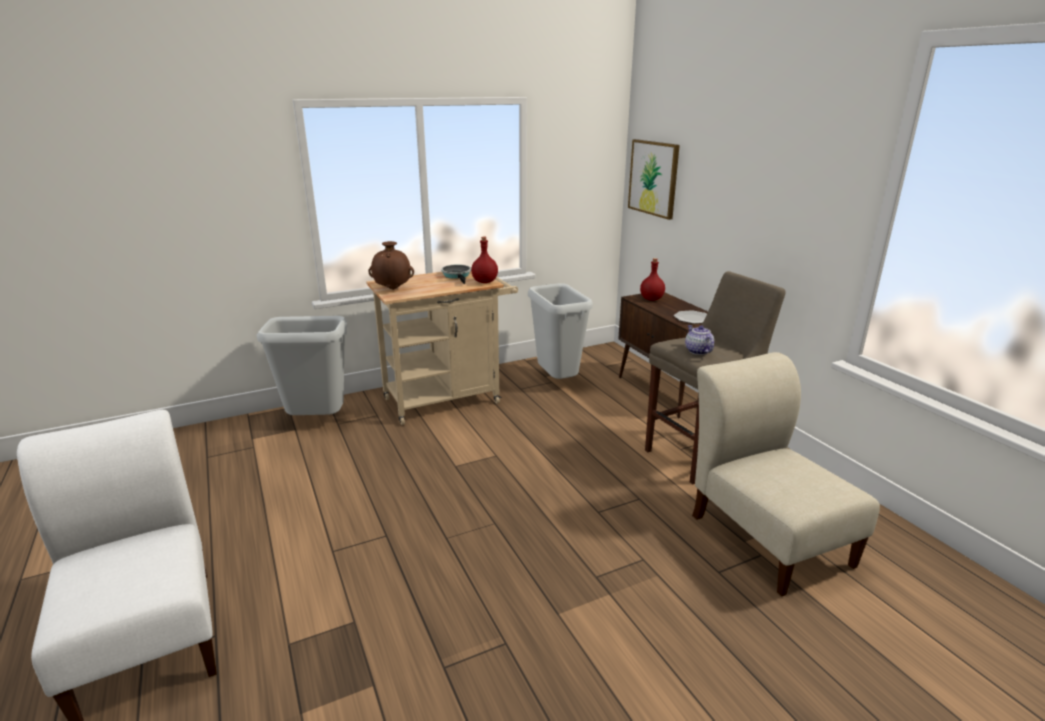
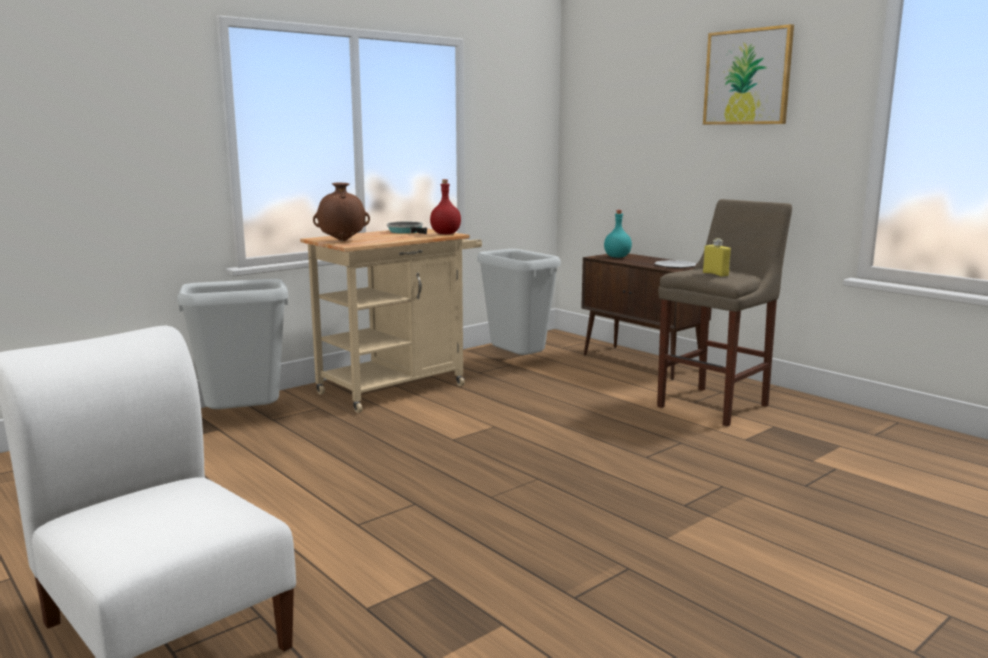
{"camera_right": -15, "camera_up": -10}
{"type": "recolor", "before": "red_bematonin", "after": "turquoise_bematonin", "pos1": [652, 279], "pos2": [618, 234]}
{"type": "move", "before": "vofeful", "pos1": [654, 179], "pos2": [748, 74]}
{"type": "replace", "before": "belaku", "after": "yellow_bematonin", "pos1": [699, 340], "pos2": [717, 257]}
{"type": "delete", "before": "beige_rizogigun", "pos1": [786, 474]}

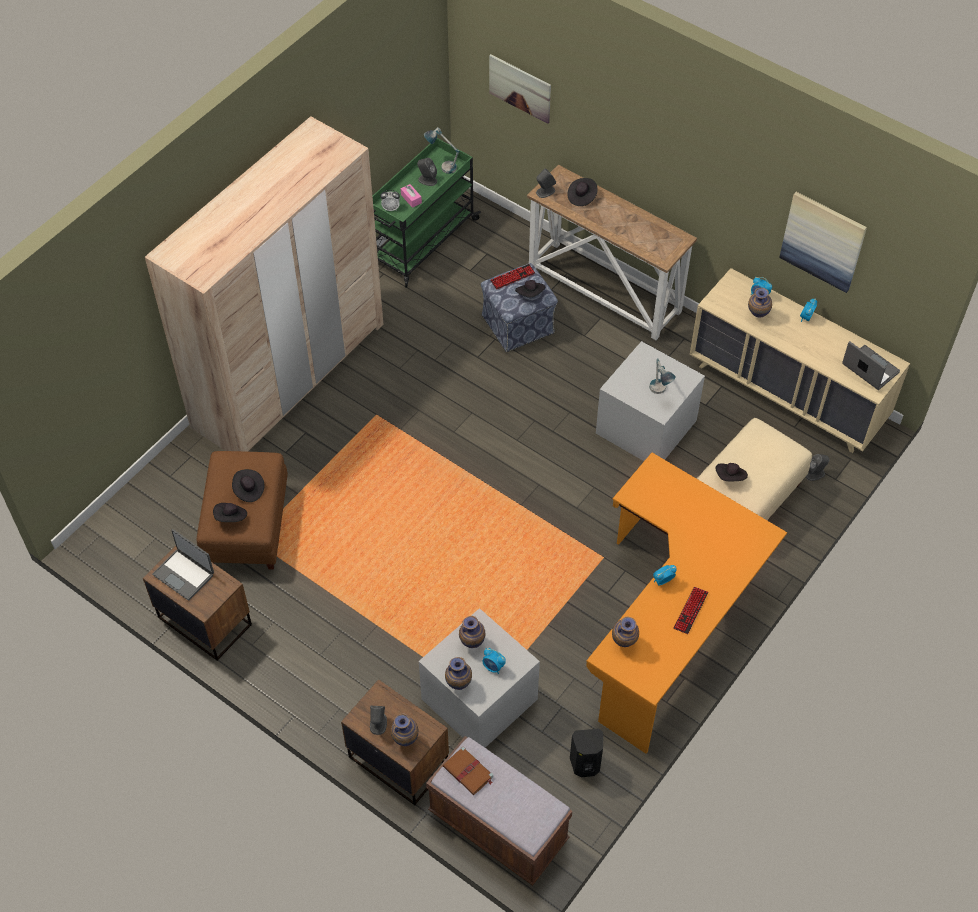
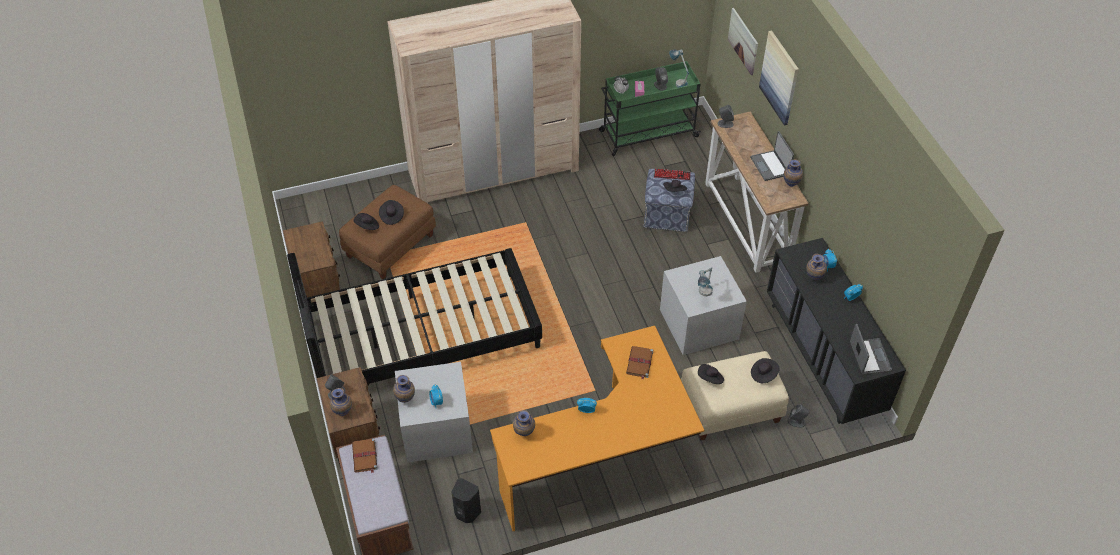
{"camera_right": 35, "camera_up": -5}
{"type": "insert", "after": "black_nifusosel", "pos2": [414, 316]}
{"type": "insert", "after": "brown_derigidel", "pos2": [639, 363]}
{"type": "move", "before": "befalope", "pos1": [183, 564], "pos2": [772, 156]}
{"type": "move", "before": "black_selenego", "pos1": [582, 192], "pos2": [765, 370]}
{"type": "move", "before": "vofeful", "pos1": [823, 242], "pos2": [779, 78]}
{"type": "recolor", "before": "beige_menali", "after": "black_menali", "pos1": [800, 360], "pos2": [836, 331]}
{"type": "move", "before": "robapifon", "pos1": [472, 632], "pos2": [793, 173]}
{"type": "delete", "before": "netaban", "pos1": [691, 610]}

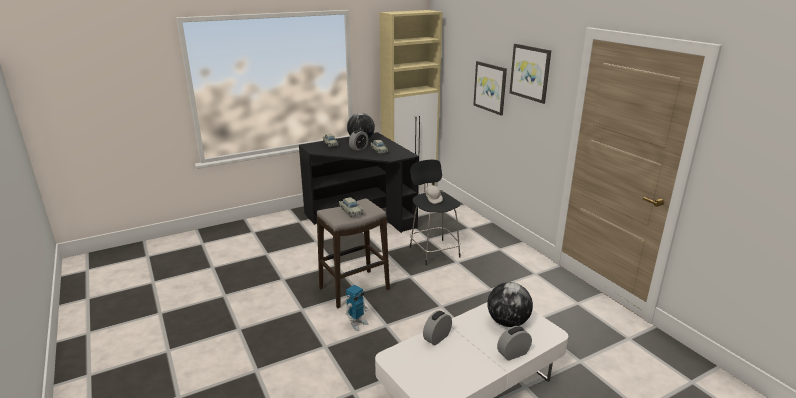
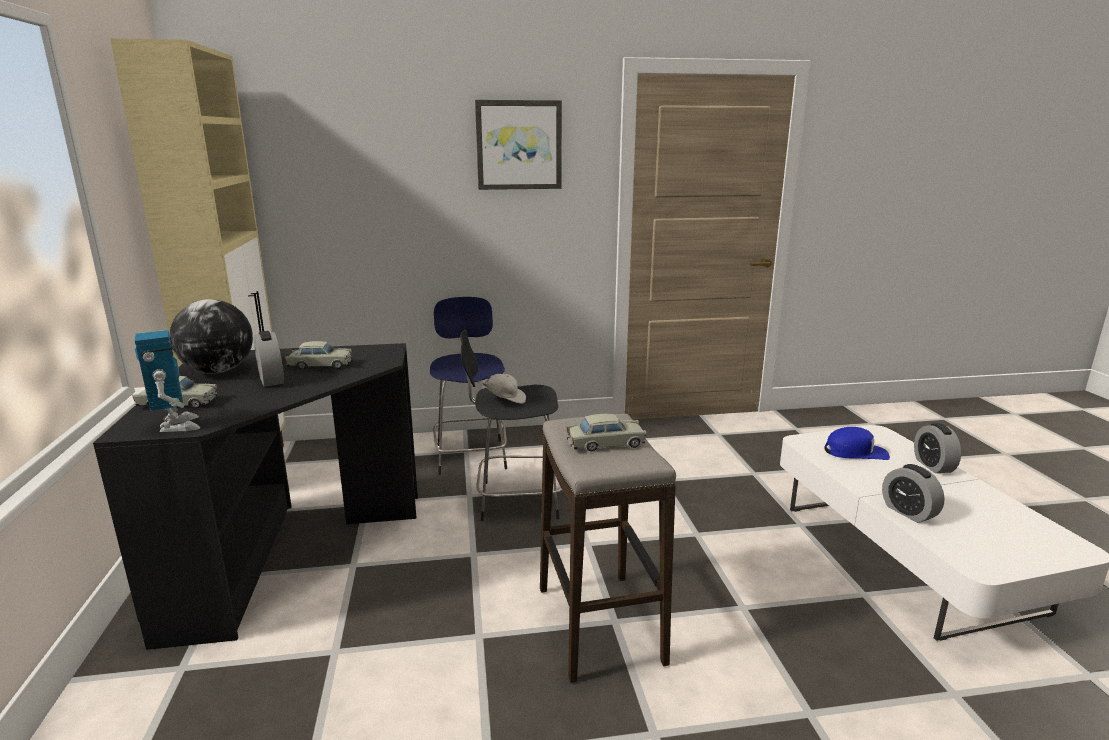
{"camera_right": -70, "camera_up": -5}
{"type": "move", "before": "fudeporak", "pos1": [356, 308], "pos2": [167, 381]}
{"type": "insert", "after": "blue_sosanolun", "pos2": [468, 386]}
{"type": "replace", "before": "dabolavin", "after": "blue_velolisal", "pos1": [510, 304], "pos2": [857, 443]}
{"type": "delete", "before": "vofeful", "pos1": [490, 88]}

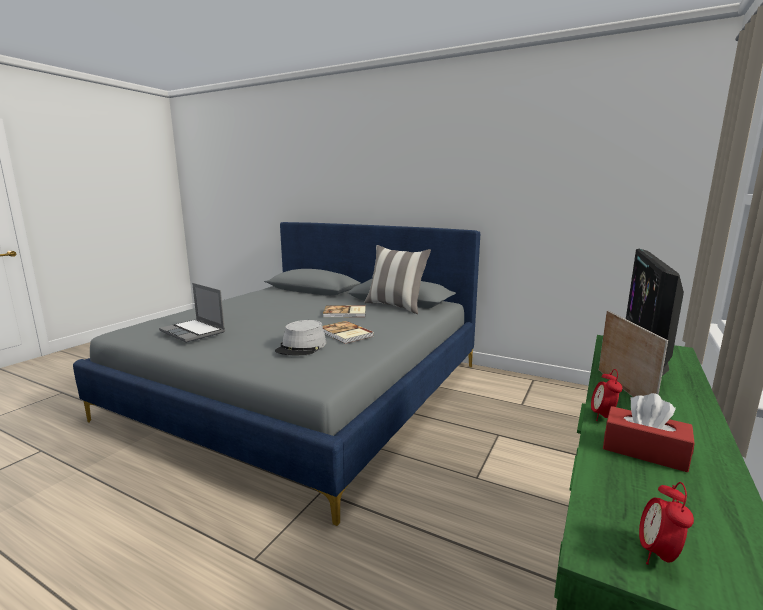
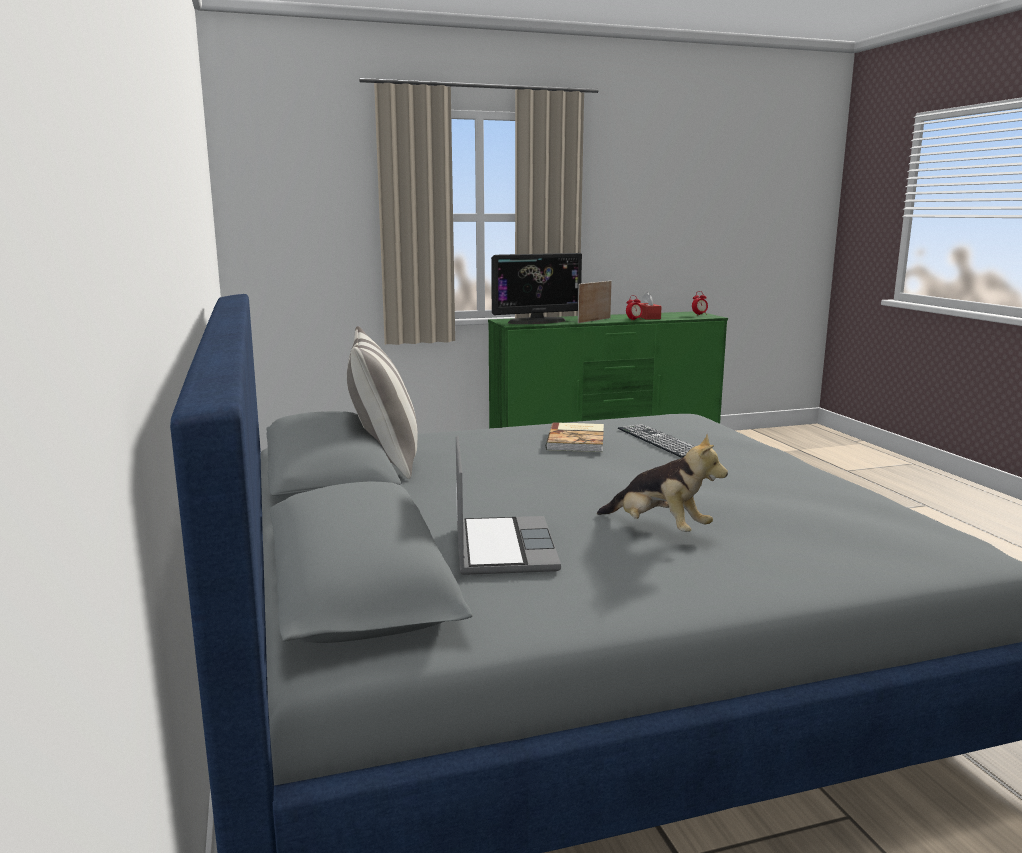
{"camera_right": -135, "camera_up": 0}
{"type": "move", "before": "befalope", "pos1": [192, 313], "pos2": [508, 505]}
{"type": "insert", "after": "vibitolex", "pos2": [662, 483]}
{"type": "replace", "before": "grey_selenego", "after": "netaban", "pos1": [300, 337], "pos2": [656, 441]}
{"type": "delete", "before": "derigidel", "pos1": [344, 311]}

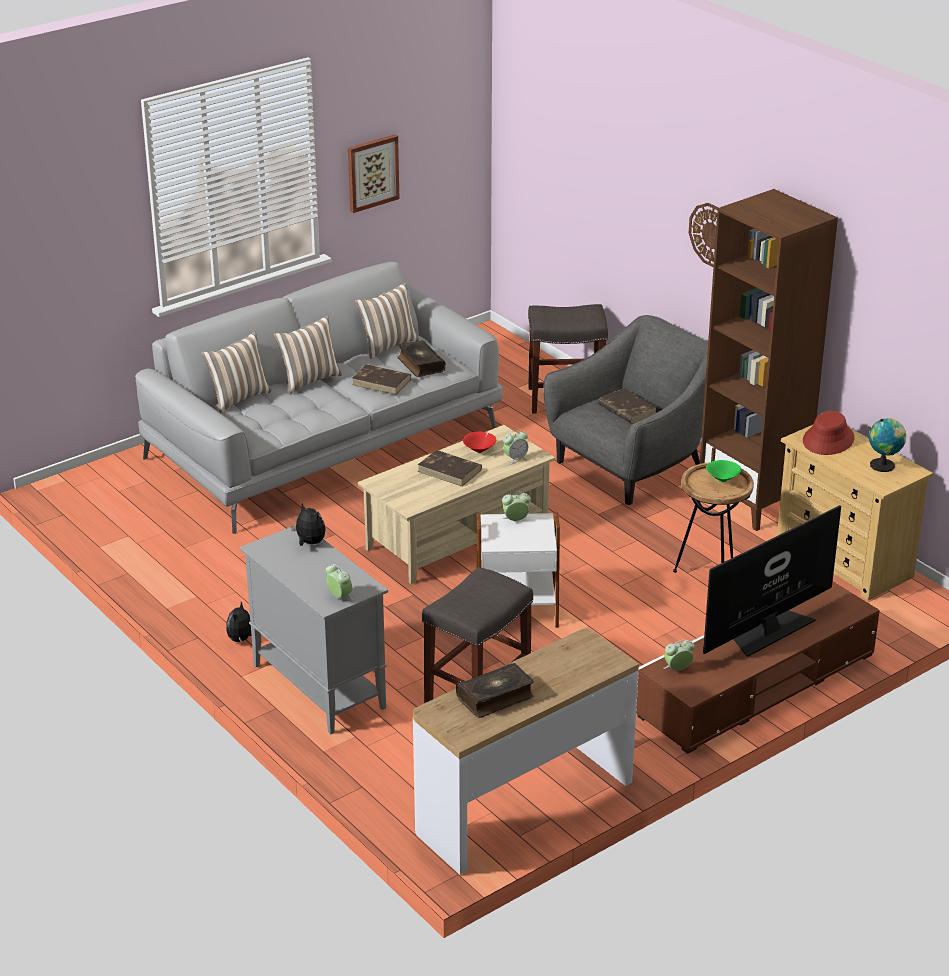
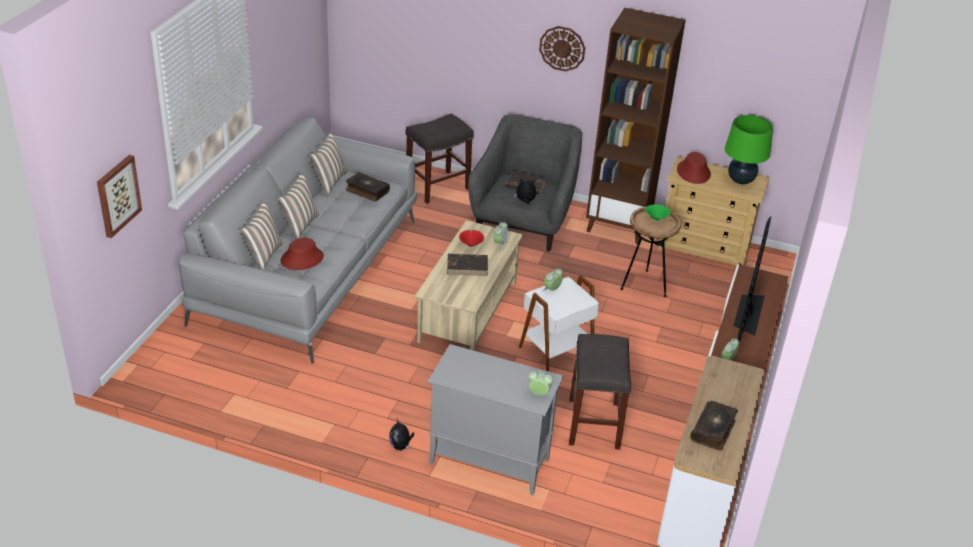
{"camera_right": -35, "camera_up": 5}
{"type": "move", "before": "vofeful", "pos1": [373, 173], "pos2": [119, 196]}
{"type": "insert", "after": "red_selenego", "pos2": [302, 254]}
{"type": "move", "before": "vibitolex", "pos1": [308, 524], "pos2": [525, 191]}
{"type": "replace", "before": "dabolavin", "after": "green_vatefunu", "pos1": [887, 445], "pos2": [749, 149]}
{"type": "delete", "before": "brown_derigidel", "pos1": [381, 379]}

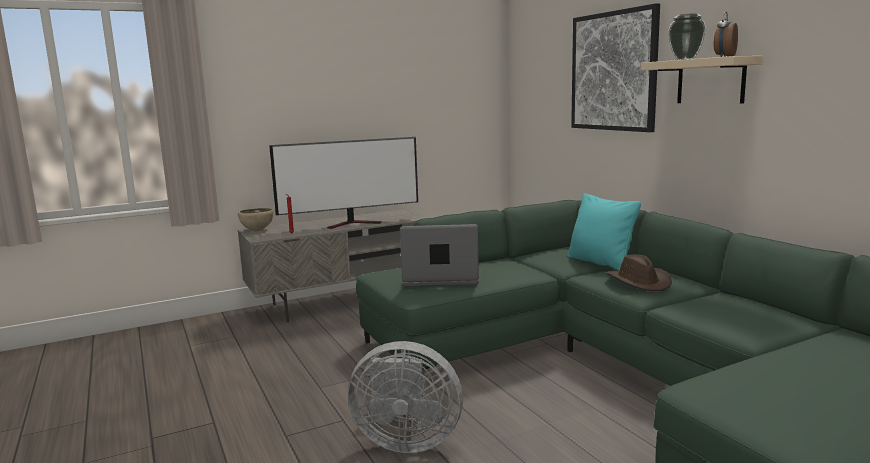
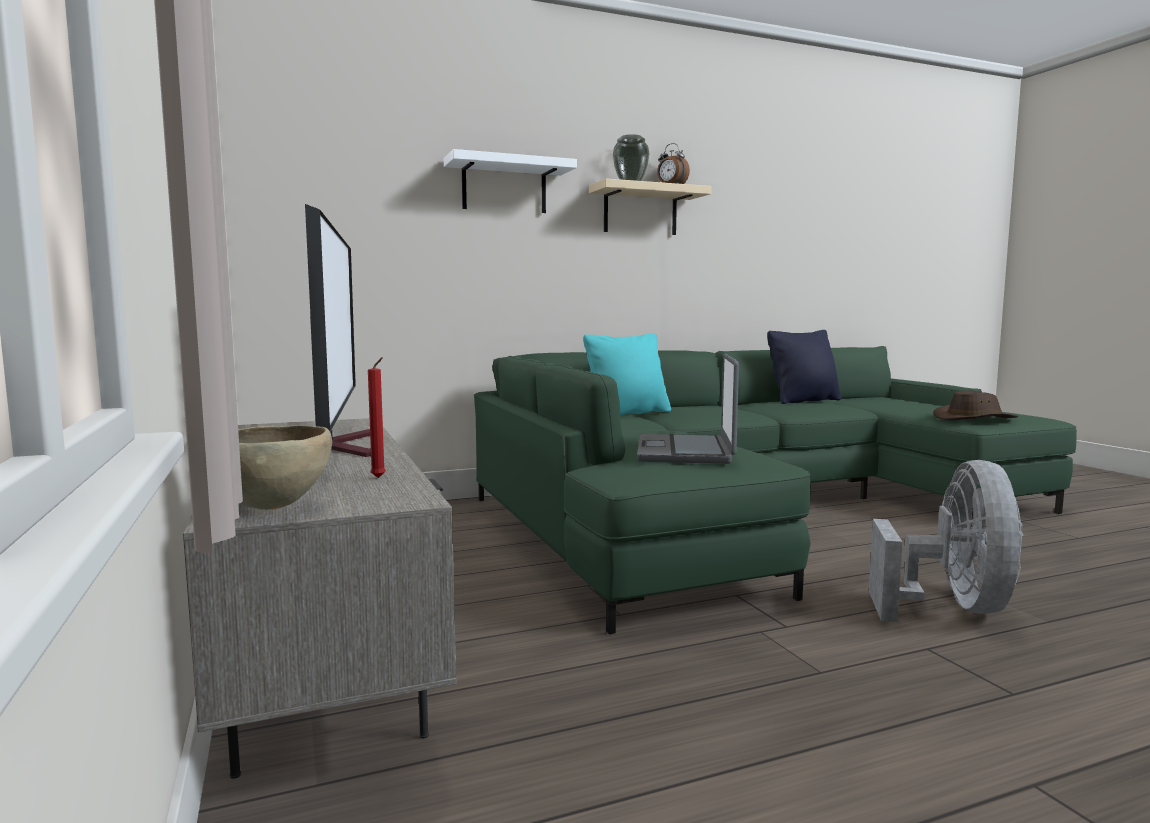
{"camera_right": -85, "camera_up": -5}
{"type": "replace", "before": "vofeful", "after": "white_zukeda", "pos1": [615, 67], "pos2": [510, 181]}
{"type": "insert", "after": "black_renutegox", "pos2": [804, 367]}
{"type": "move", "before": "brown_selenego", "pos1": [639, 273], "pos2": [975, 405]}

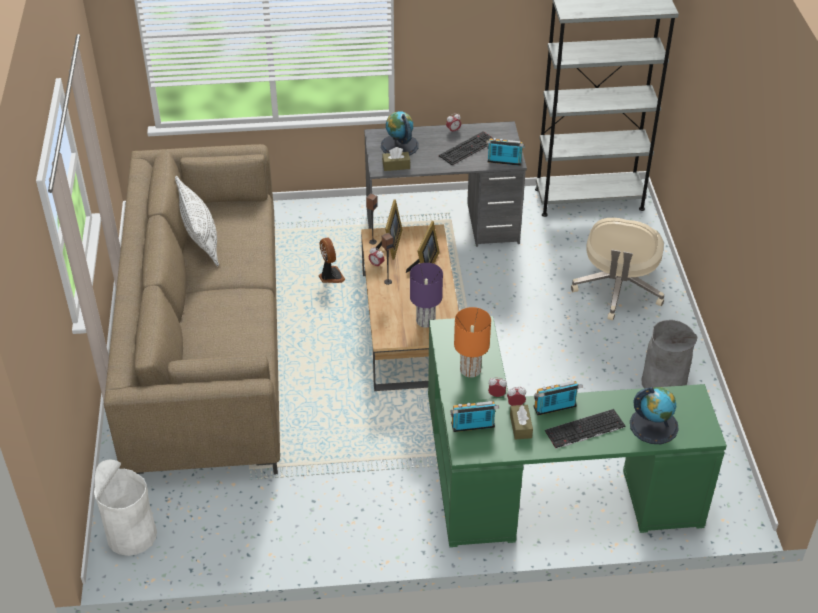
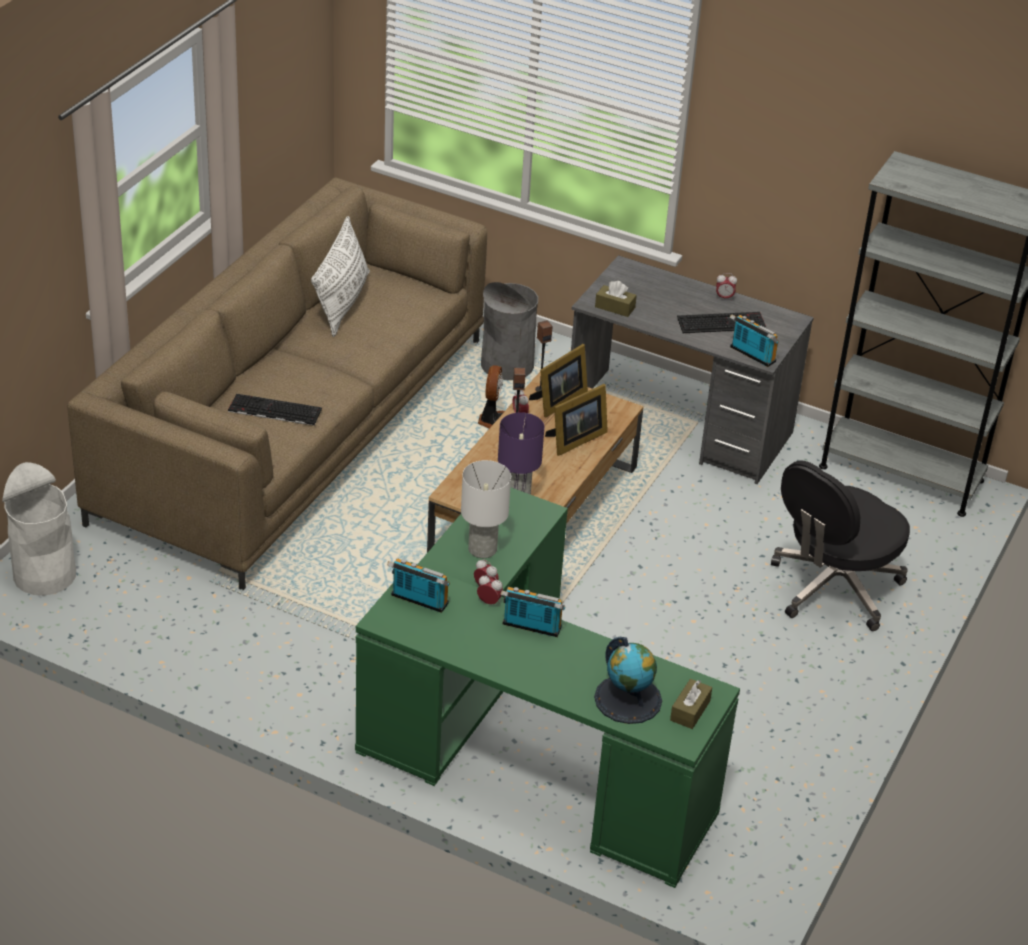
{"camera_right": 30, "camera_up": -5}
{"type": "move", "before": "netaban", "pos1": [585, 429], "pos2": [275, 410]}
{"type": "recolor", "before": "orange_vatefunu", "after": "white_vatefunu", "pos1": [472, 342], "pos2": [486, 509]}
{"type": "move", "before": "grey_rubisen", "pos1": [669, 354], "pos2": [509, 331]}
{"type": "move", "before": "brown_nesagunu", "pos1": [521, 422], "pos2": [691, 704]}
{"type": "recolor", "before": "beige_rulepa", "after": "black_rulepa", "pos1": [617, 269], "pos2": [840, 545]}
{"type": "delete", "before": "dabolavin", "pos1": [399, 133]}

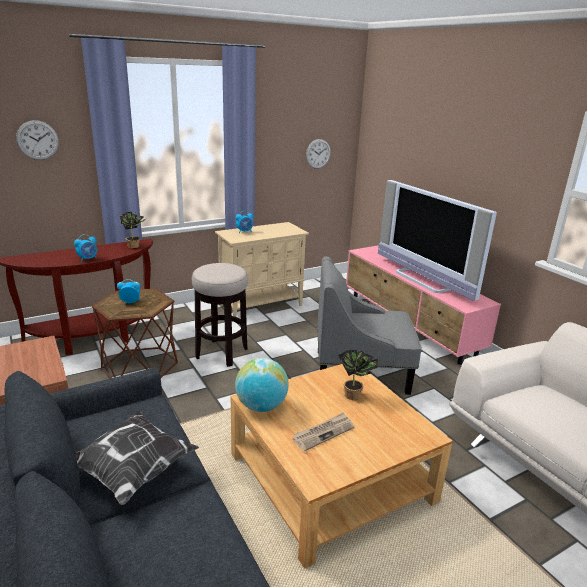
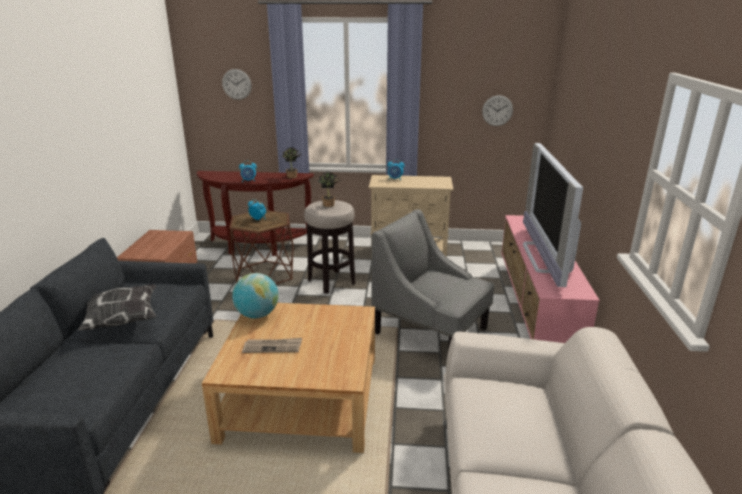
{"camera_right": 35, "camera_up": 0}
{"type": "move", "before": "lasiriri", "pos1": [358, 374], "pos2": [329, 189]}

